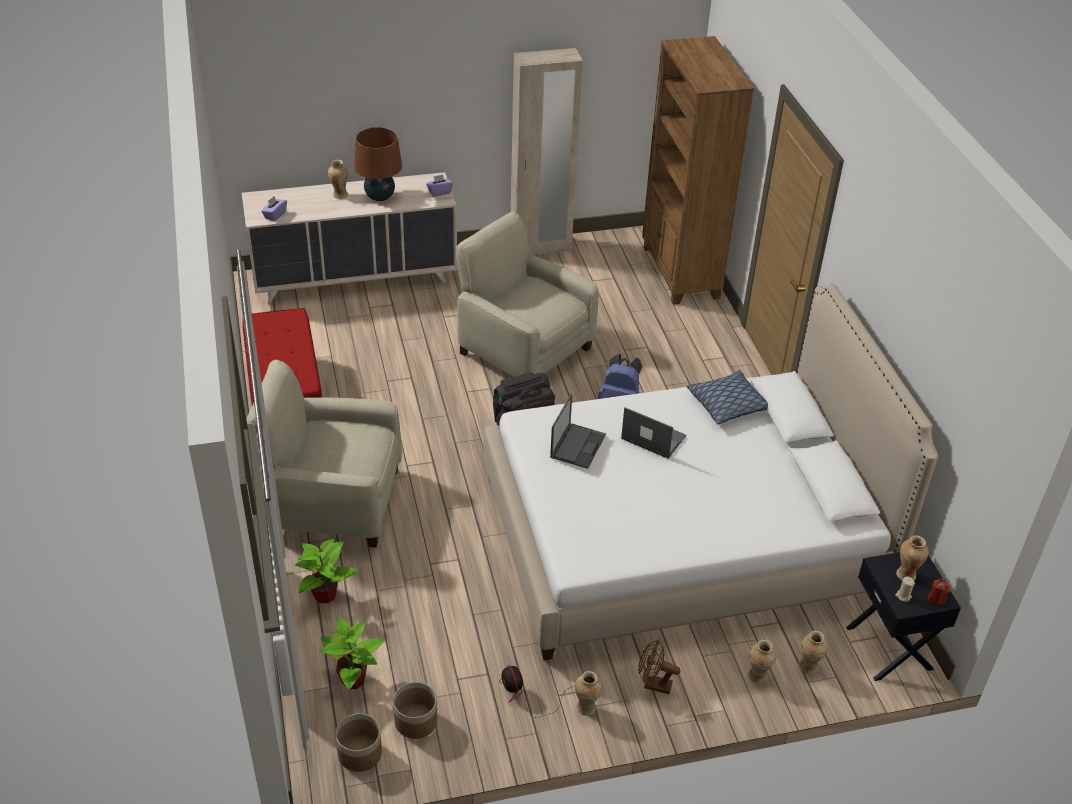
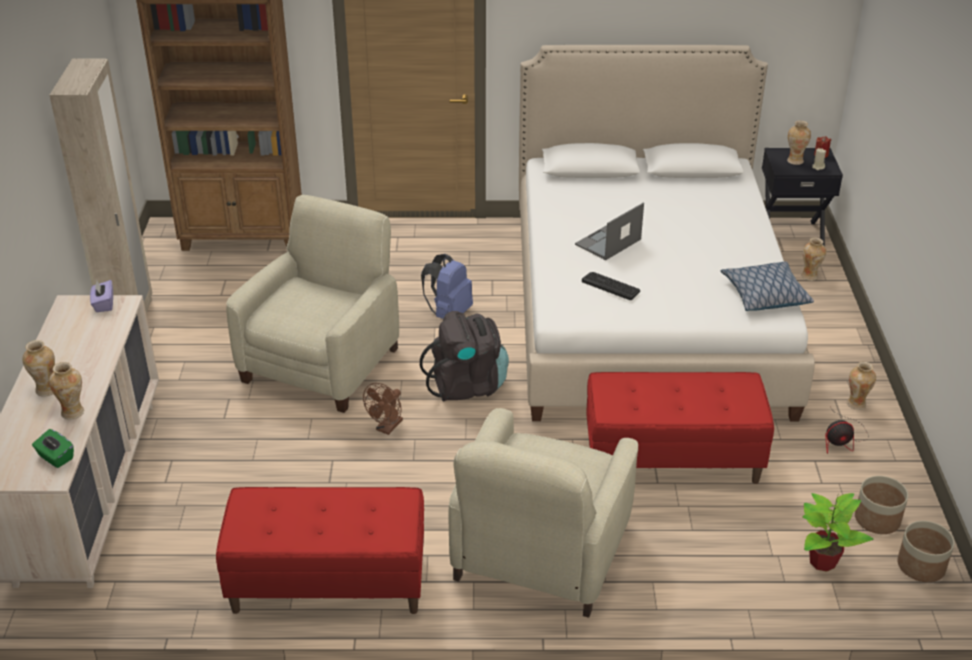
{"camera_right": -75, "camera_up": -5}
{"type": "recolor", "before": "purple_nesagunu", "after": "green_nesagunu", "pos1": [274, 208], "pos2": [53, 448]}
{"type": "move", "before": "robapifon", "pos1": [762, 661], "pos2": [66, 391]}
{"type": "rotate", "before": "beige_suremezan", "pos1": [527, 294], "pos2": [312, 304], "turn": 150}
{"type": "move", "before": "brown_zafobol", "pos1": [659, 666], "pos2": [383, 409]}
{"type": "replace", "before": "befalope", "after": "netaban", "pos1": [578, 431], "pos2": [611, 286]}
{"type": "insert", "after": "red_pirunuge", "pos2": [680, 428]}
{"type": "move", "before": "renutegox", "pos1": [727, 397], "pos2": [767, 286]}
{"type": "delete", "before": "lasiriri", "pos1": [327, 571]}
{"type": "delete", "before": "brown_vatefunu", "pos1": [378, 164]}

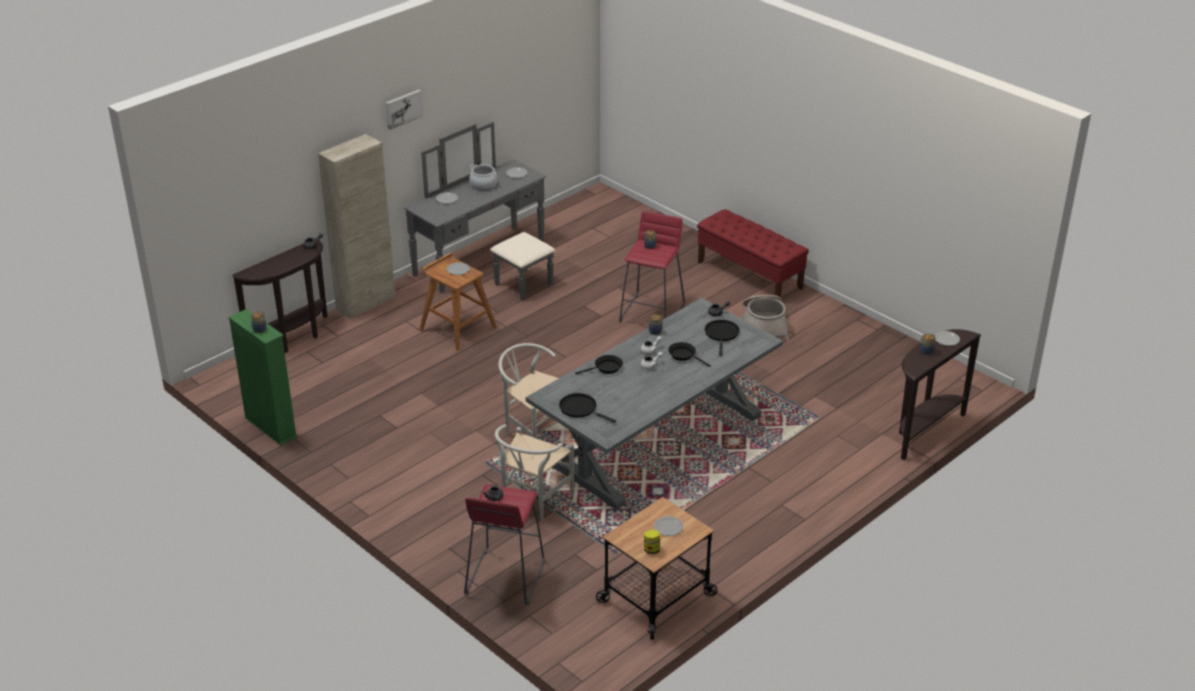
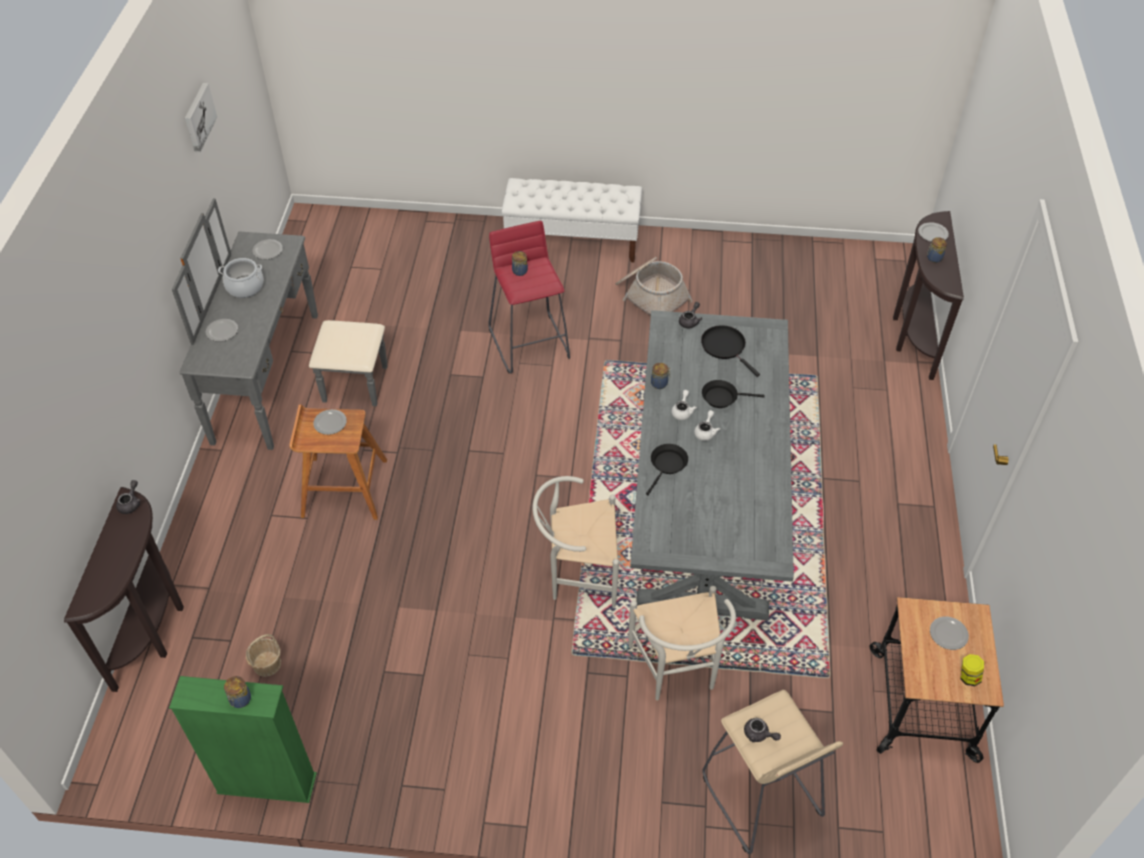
{"camera_right": -40, "camera_up": 15}
{"type": "move", "before": "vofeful", "pos1": [404, 110], "pos2": [201, 117]}
{"type": "insert", "after": "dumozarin", "pos2": [263, 655]}
{"type": "recolor", "before": "red_pirunuge", "after": "white_pirunuge", "pos1": [753, 253], "pos2": [571, 220]}
{"type": "recolor", "before": "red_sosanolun", "after": "beige_sosanolun", "pos1": [504, 544], "pos2": [772, 772]}
{"type": "delete", "before": "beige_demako", "pos1": [357, 226]}
{"type": "delete", "before": "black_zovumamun", "pos1": [587, 408]}

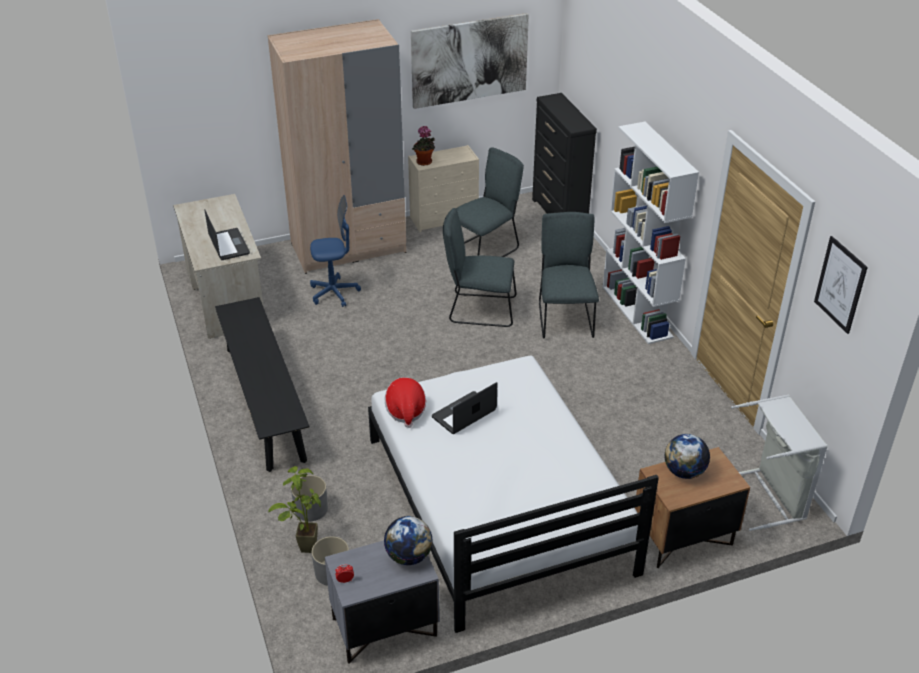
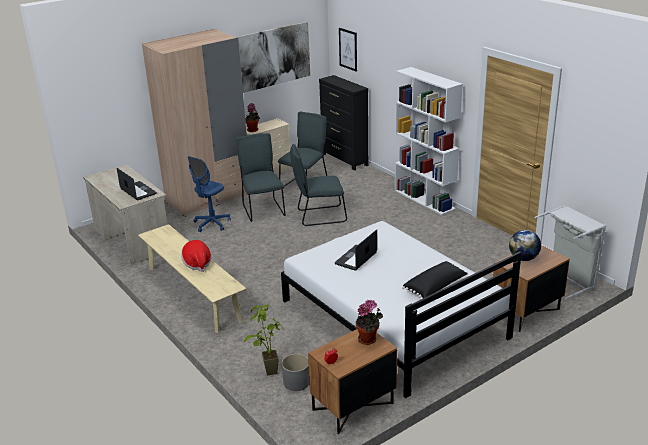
{"camera_right": -15, "camera_up": -10}
{"type": "recolor", "before": "black_pirunuge", "after": "beige_pirunuge", "pos1": [262, 384], "pos2": [192, 278]}
{"type": "move", "before": "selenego", "pos1": [405, 402], "pos2": [196, 256]}
{"type": "rotate", "before": "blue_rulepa", "pos1": [335, 251], "pos2": [209, 194], "turn": 150}
{"type": "move", "before": "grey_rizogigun", "pos1": [569, 275], "pos2": [260, 177]}
{"type": "recolor", "before": "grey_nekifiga", "after": "brown_nekifiga", "pos1": [382, 602], "pos2": [352, 381]}
{"type": "move", "before": "vofeful", "pos1": [841, 285], "pos2": [348, 50]}
{"type": "replace", "before": "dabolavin", "after": "lasiriri", "pos1": [408, 540], "pos2": [369, 322]}
{"type": "insert", "after": "black_renutegox", "pos2": [435, 280]}
{"type": "delete", "before": "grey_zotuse", "pos1": [309, 498]}

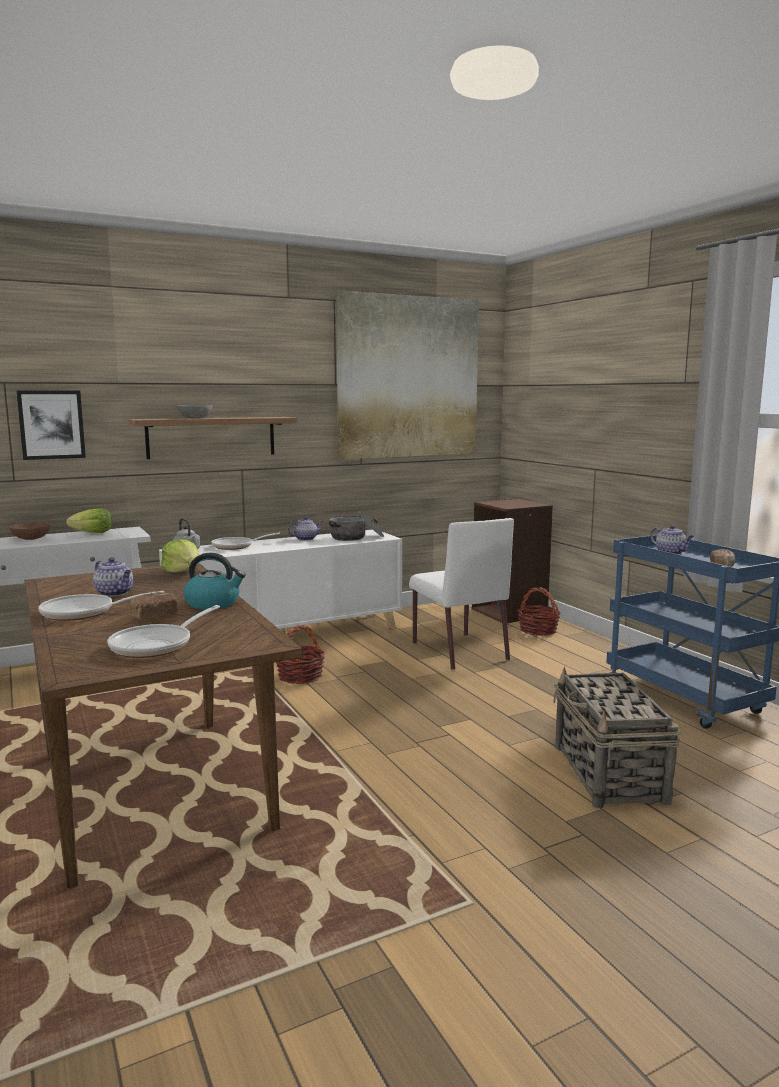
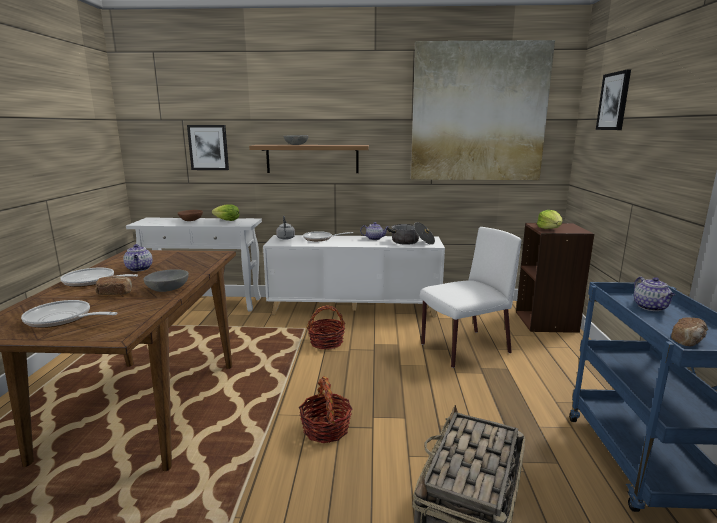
{"camera_right": 30, "camera_up": 5}
{"type": "rotate", "before": "zovumamun", "pos1": [164, 631], "pos2": [69, 314], "turn": 45}
{"type": "replace", "before": "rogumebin", "after": "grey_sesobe", "pos1": [215, 581], "pos2": [166, 280]}
{"type": "move", "before": "dumozarin", "pos1": [539, 611], "pos2": [325, 409]}
{"type": "rotate", "before": "white_rizogigun", "pos1": [461, 594], "pos2": [470, 297], "turn": -120}
{"type": "move", "before": "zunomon", "pos1": [180, 556], "pos2": [550, 219]}
{"type": "insert", "after": "vofeful", "pos2": [613, 100]}

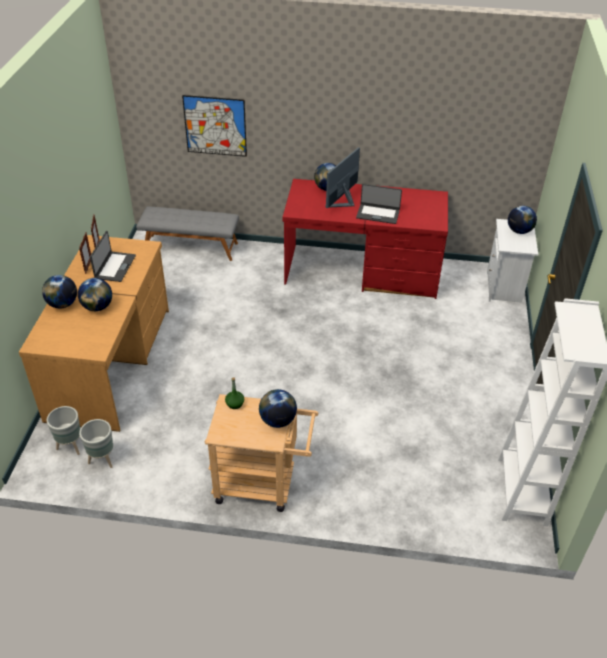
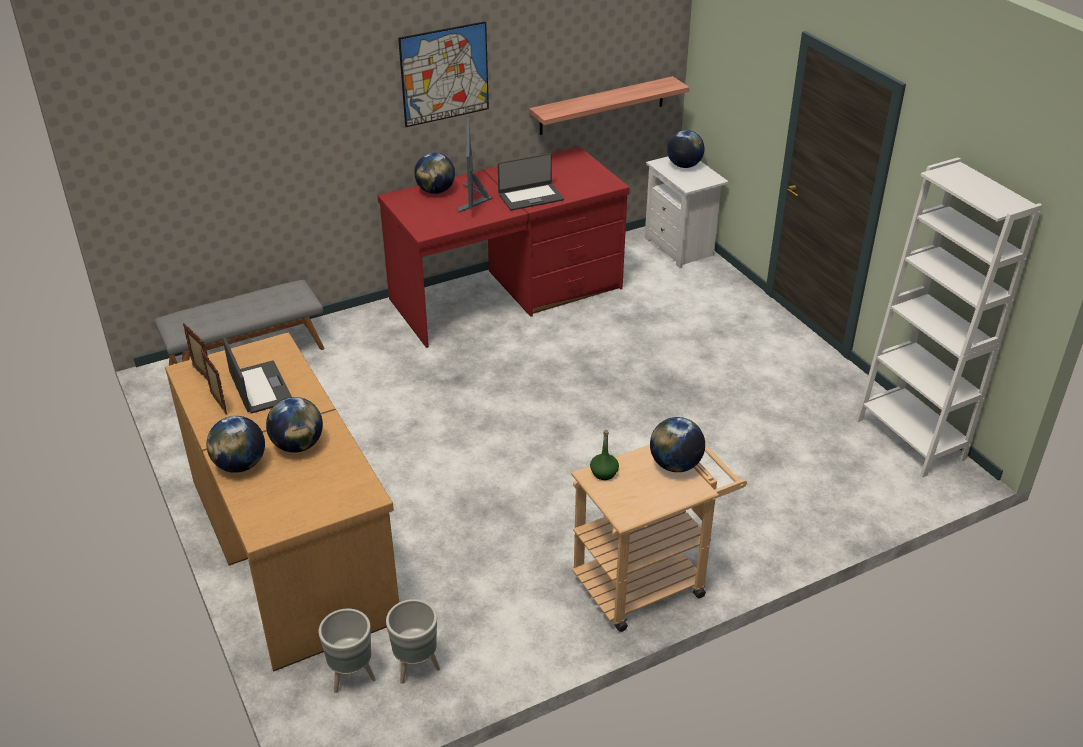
{"camera_right": -35, "camera_up": -5}
{"type": "move", "before": "vofeful", "pos1": [214, 126], "pos2": [443, 74]}
{"type": "insert", "after": "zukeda", "pos2": [609, 105]}

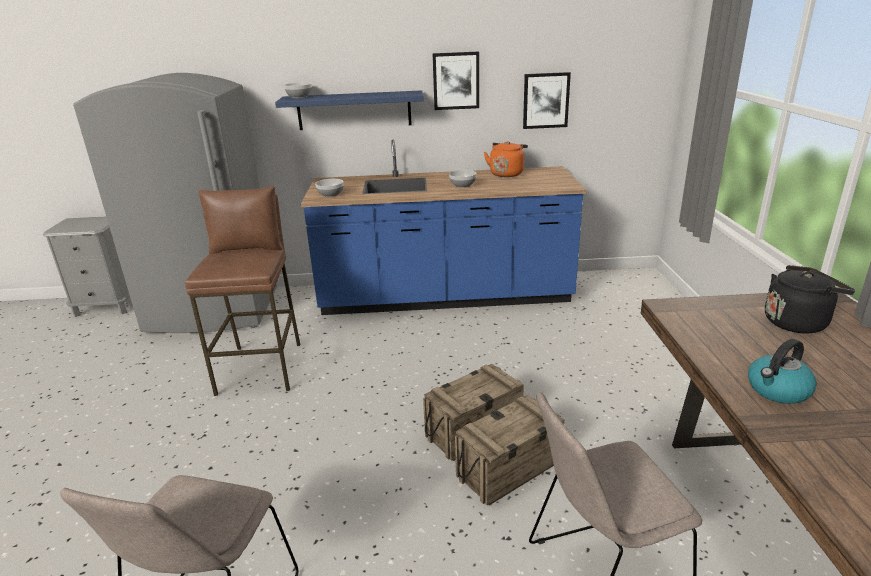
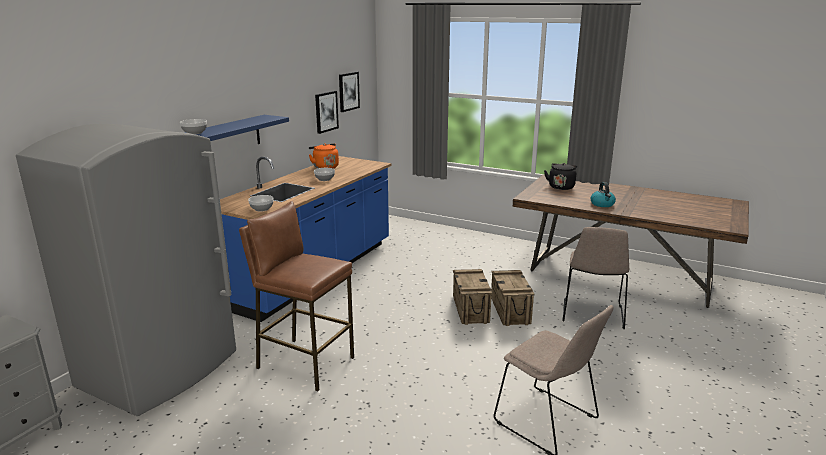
{"camera_right": -60, "camera_up": -5}
{"type": "move", "before": "vofeful", "pos1": [456, 81], "pos2": [349, 92]}

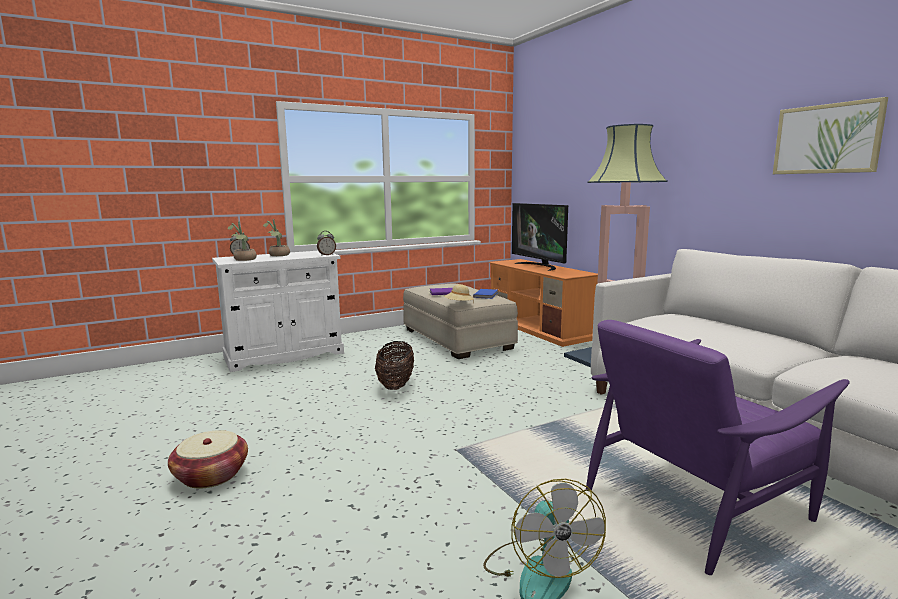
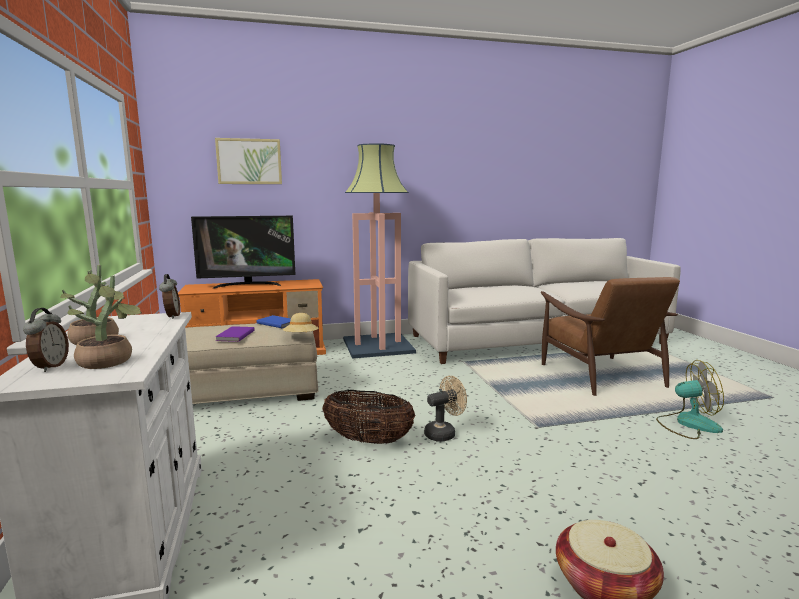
{"camera_right": -75, "camera_up": 0}
{"type": "move", "before": "vofeful", "pos1": [830, 135], "pos2": [248, 161]}
{"type": "insert", "after": "beige_zafobol", "pos2": [445, 409]}
{"type": "recolor", "before": "purple_suremezan", "after": "brown_suremezan", "pos1": [718, 447], "pos2": [610, 336]}

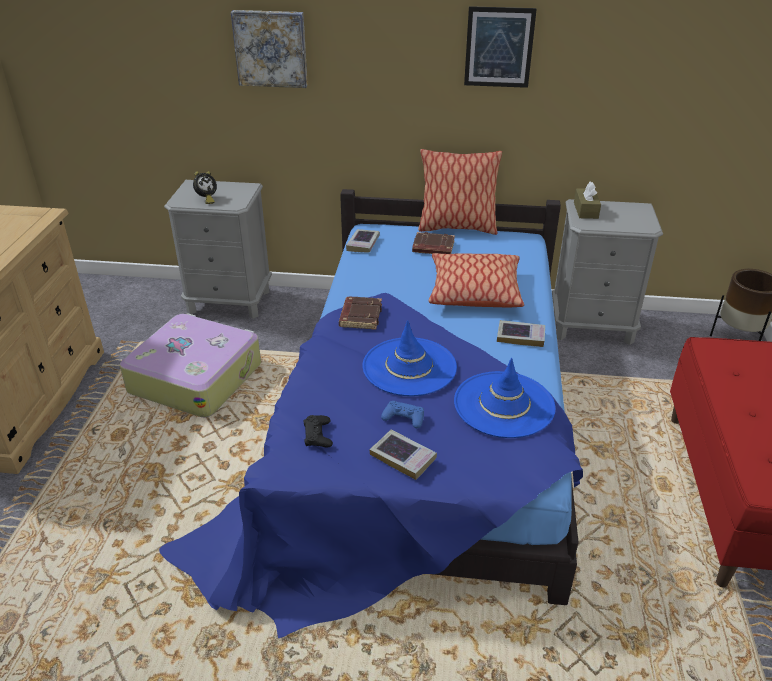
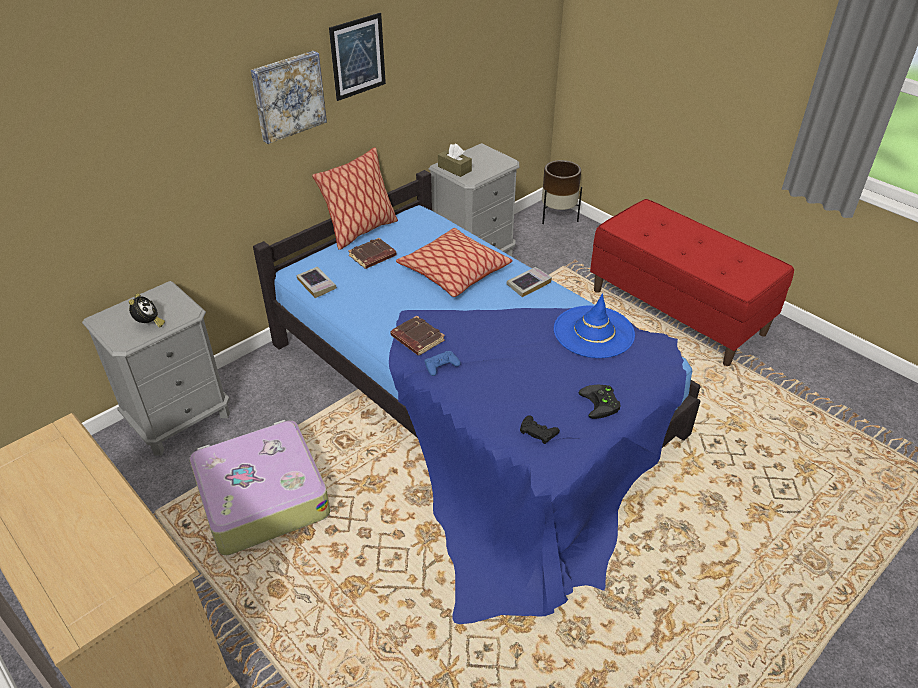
{"camera_right": -50, "camera_up": 5}
{"type": "move", "before": "vofeful", "pos1": [269, 49], "pos2": [289, 97]}
{"type": "move", "before": "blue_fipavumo", "pos1": [402, 414], "pos2": [442, 363]}
{"type": "replace", "before": "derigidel", "after": "black_fipavumo", "pos1": [403, 454], "pos2": [599, 402]}
{"type": "delete", "before": "blue_selenego", "pos1": [409, 358]}

